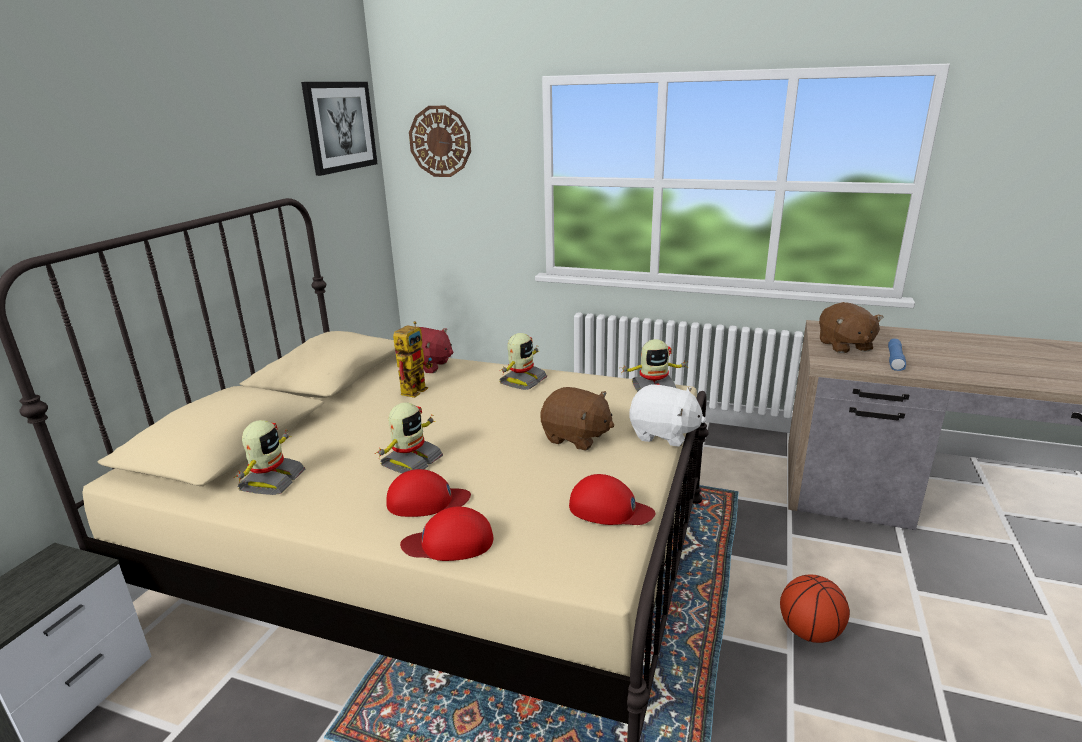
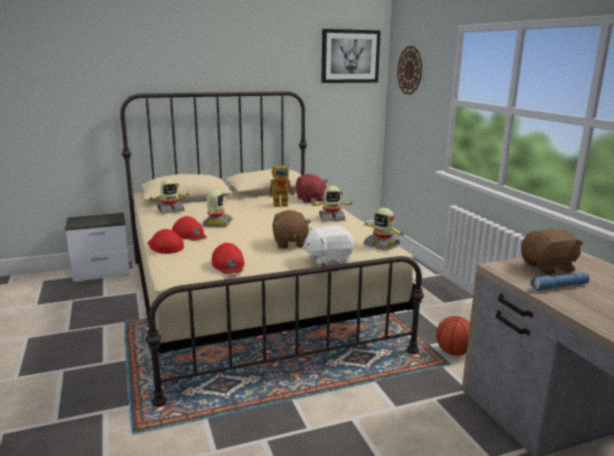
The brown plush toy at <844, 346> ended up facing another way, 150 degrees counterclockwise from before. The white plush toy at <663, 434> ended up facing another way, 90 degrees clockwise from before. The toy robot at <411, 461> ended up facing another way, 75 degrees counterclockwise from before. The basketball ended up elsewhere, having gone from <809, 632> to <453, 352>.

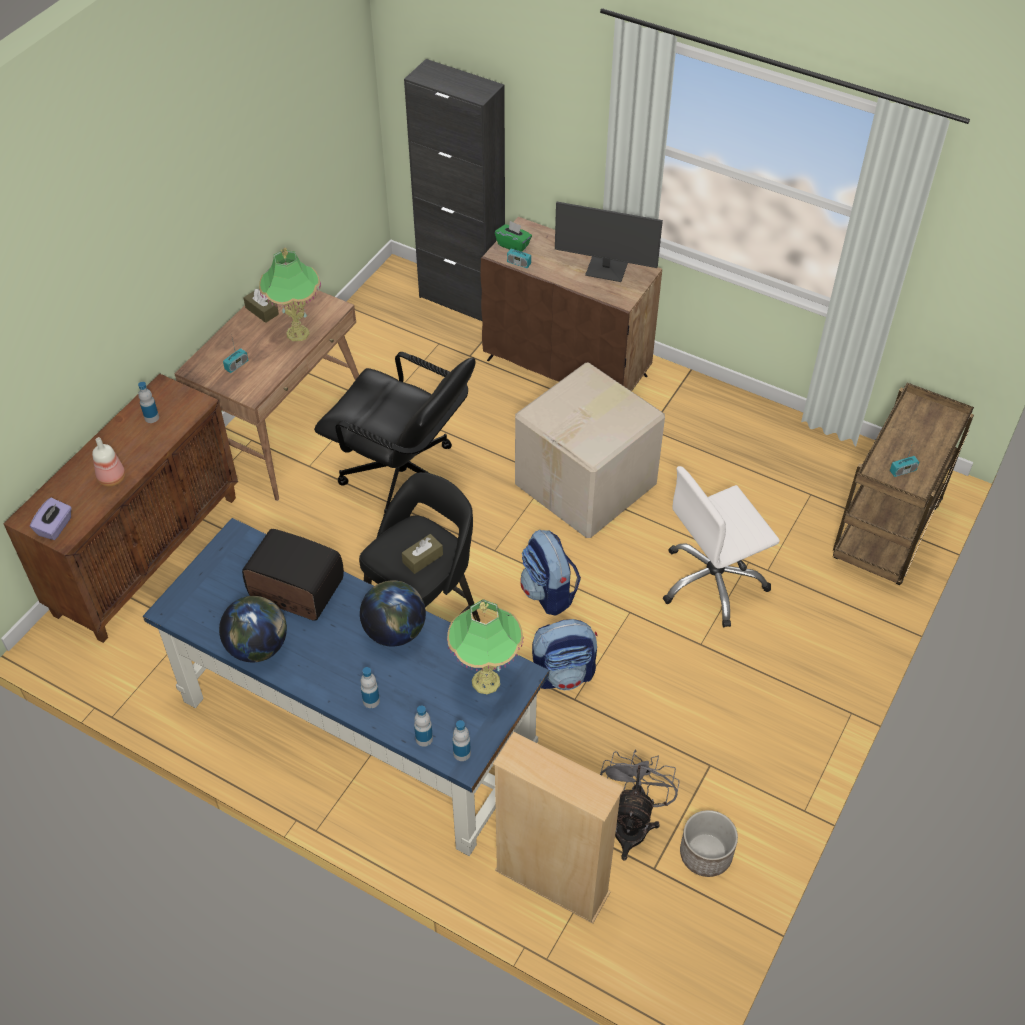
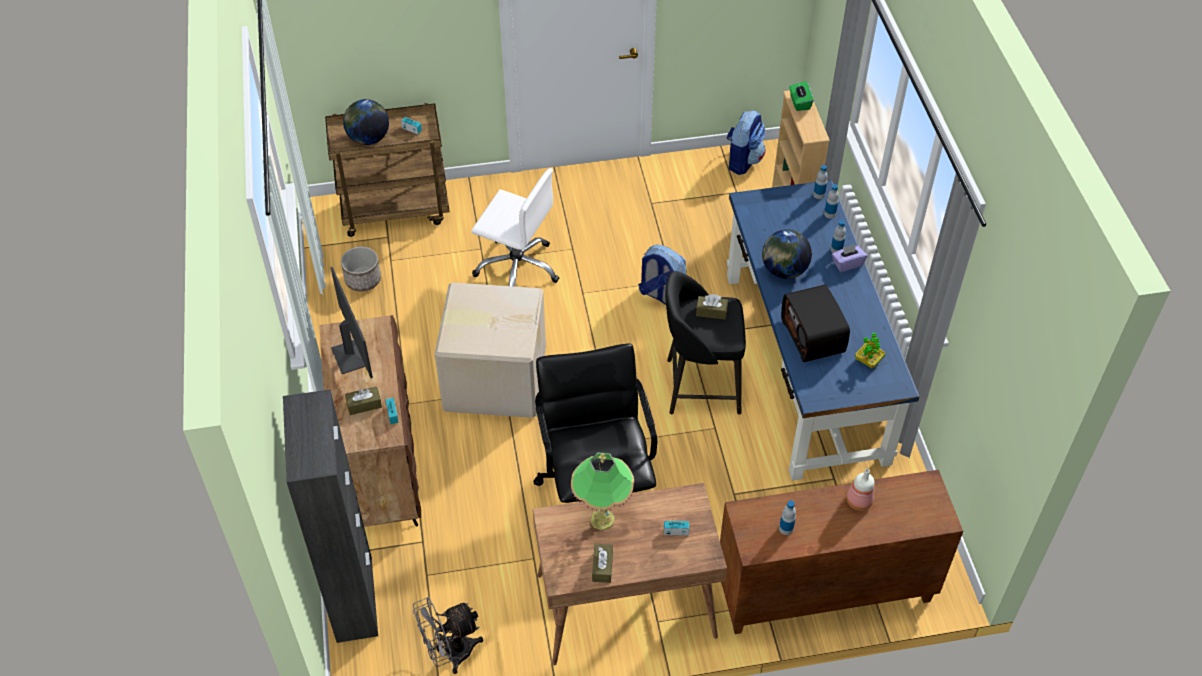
The green-coloured tissue box ended up elsewhere, having gone from <513, 245> to <799, 103>. The purple-coloured tissue box ended up elsewhere, having gone from <55, 527> to <847, 264>. The rucksack ended up elsewhere, having gone from <548, 593> to <743, 160>. The world globe ended up elsewhere, having gone from <258, 647> to <368, 138>. The second view lost the lamp for a table at <486, 681>. The greyish fan ended up elsewhere, having gone from <632, 823> to <450, 653>. The planter ended up elsewhere, having gone from <706, 854> to <363, 279>. The second view gained the houseplant at <868, 360>. The second view gained the brown tissue box at <364, 405>.

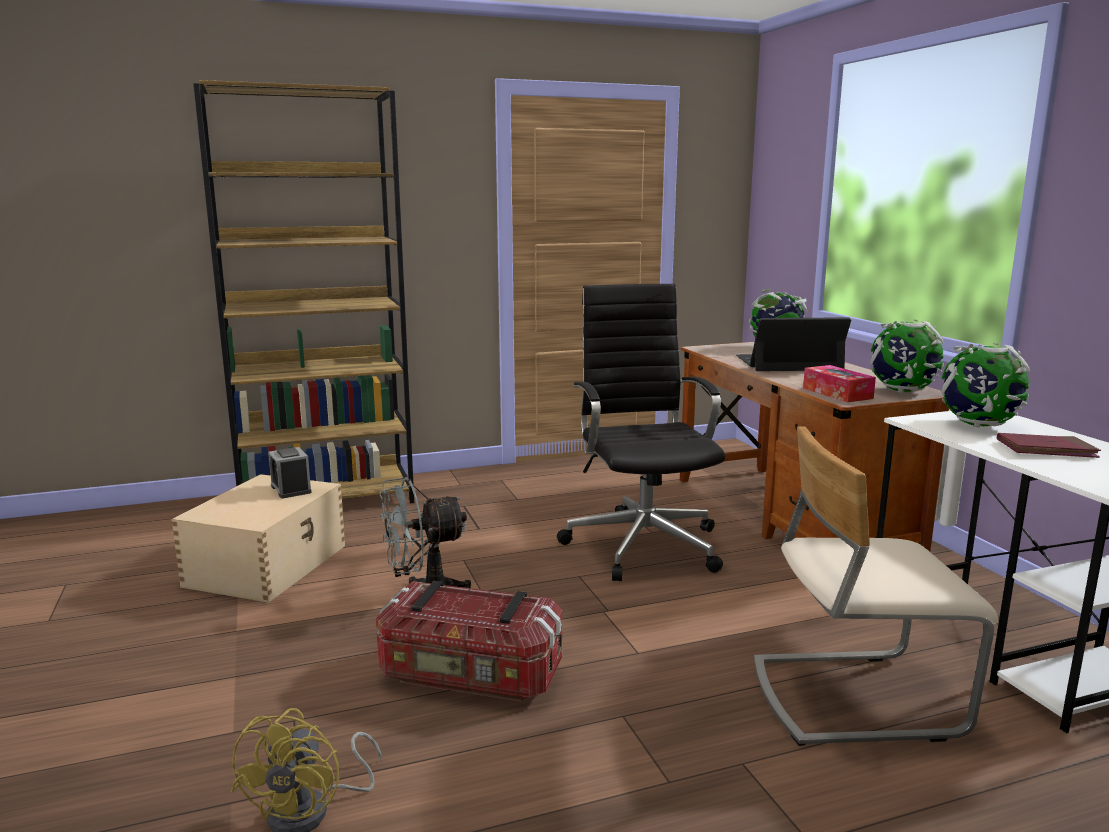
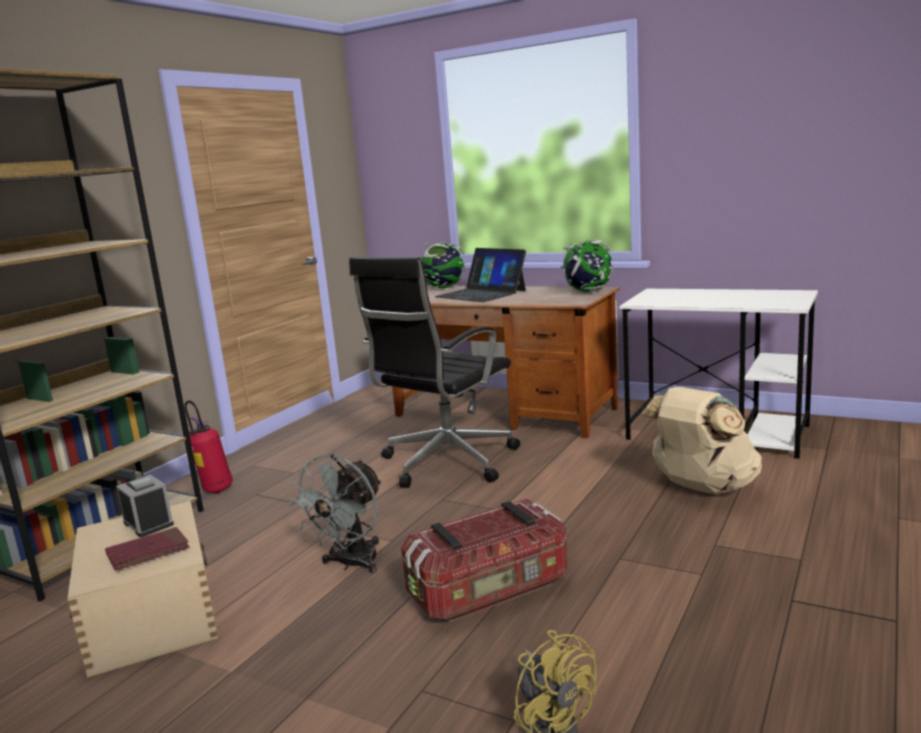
The black desk chair at <643, 543> ended up facing another way, 90 degrees counterclockwise from before. The notebook computer at <788, 363> ended up facing another way, 90 degrees counterclockwise from before. The second view lost the world globe at <977, 425>. The second view lost the tissue box at <837, 393>. Where the sand-coloured upright chair stood at <853, 697>, the sand-coloured rucksack came to stand at <702, 487>. The red bound book ended up elsewhere, having gone from <1046, 450> to <148, 552>. The bedside clock at <291, 489> ended up facing another way, 150 degrees counterclockwise from before. The second view gained the fire-fighting cylinder at <215, 490>.

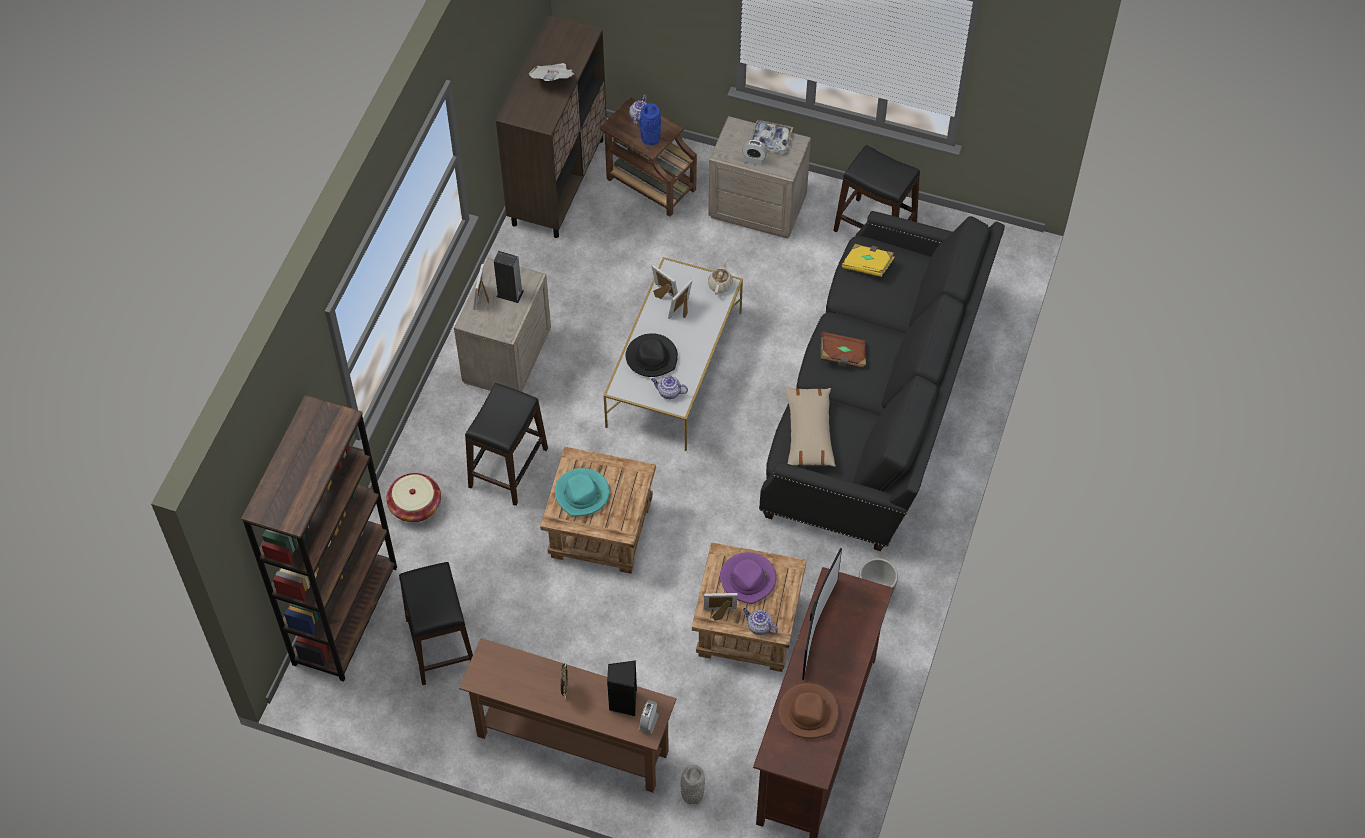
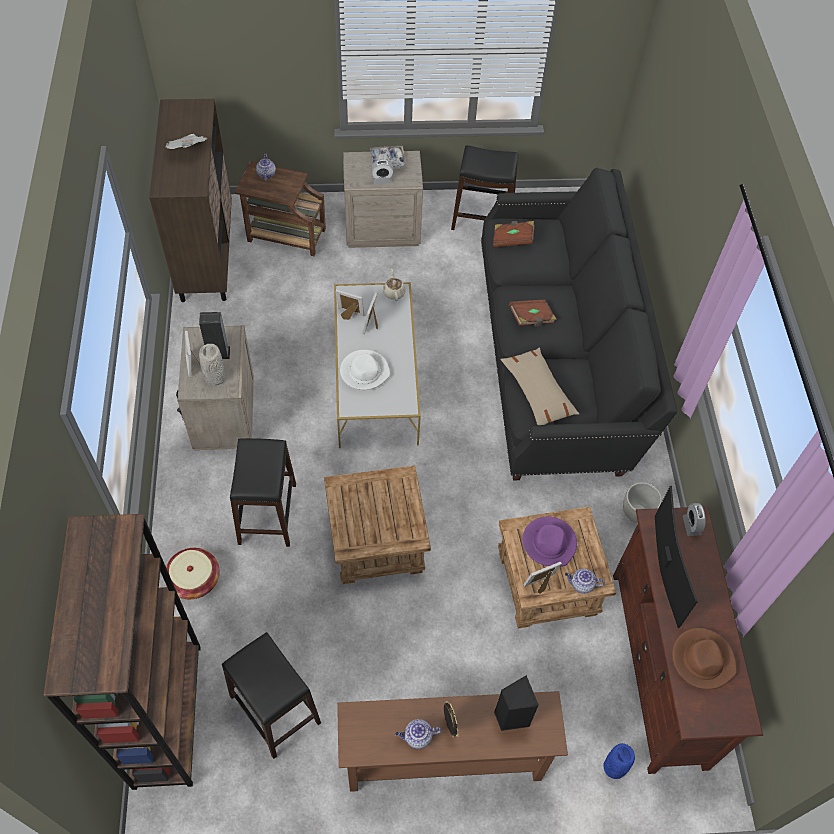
The bluish vase ended up elsewhere, having gone from <650, 138> to <614, 768>. What was the yellow-coloured bound book at <867, 266> turned into the brown bound book at <512, 239>. What was the black clothing hat at <652, 357> turned into the white clothing hat at <364, 371>. The teapot ended up elsewhere, having gone from <668, 392> to <417, 737>. The second view lost the turquoise-coloured clothing hat at <582, 494>. The bedside clock ended up elsewhere, having gone from <648, 722> to <691, 525>. The greyish vase ended up elsewhere, having gone from <692, 795> to <214, 378>.

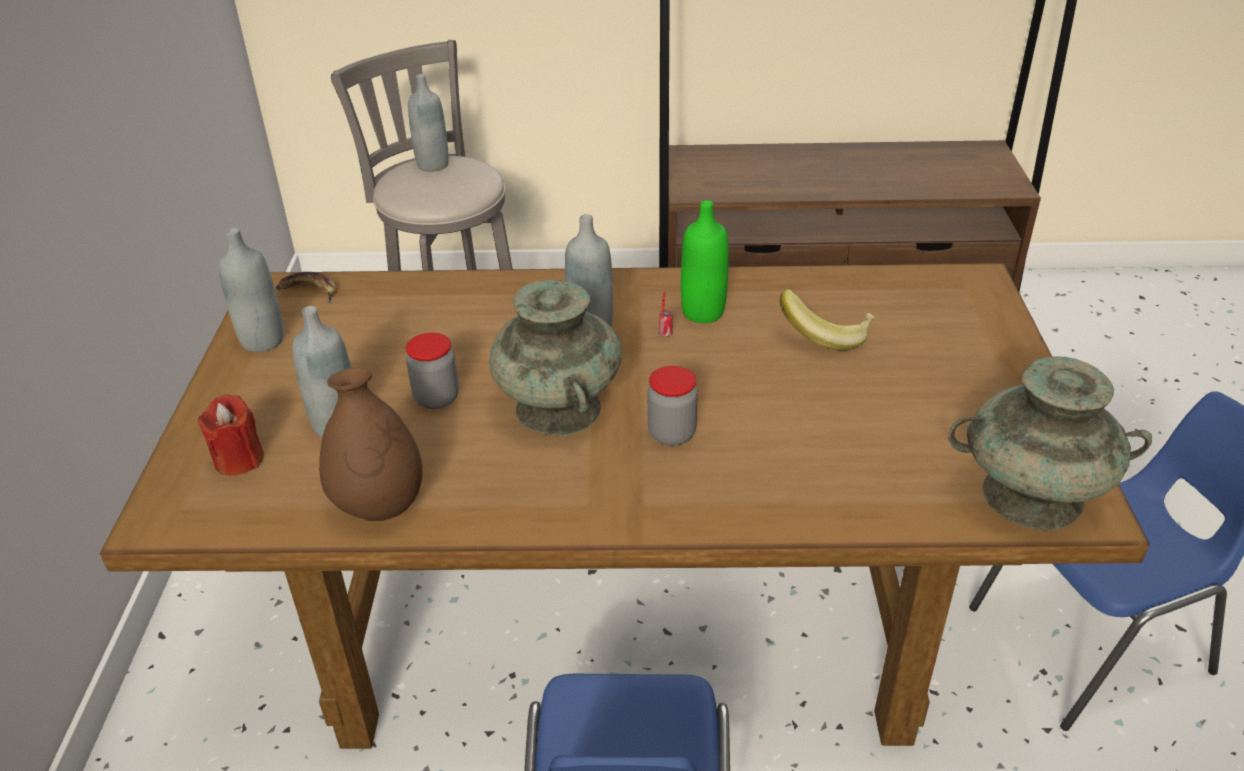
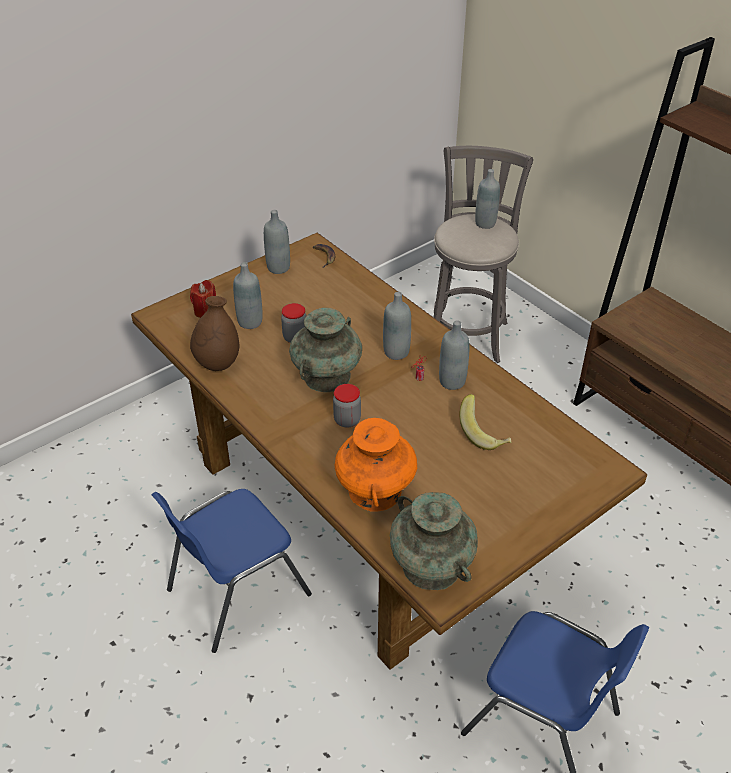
What was the green-coloured drink bottle at <703, 312> turned into the greyish drink bottle at <452, 381>. The second view gained the orange vase at <375, 490>.

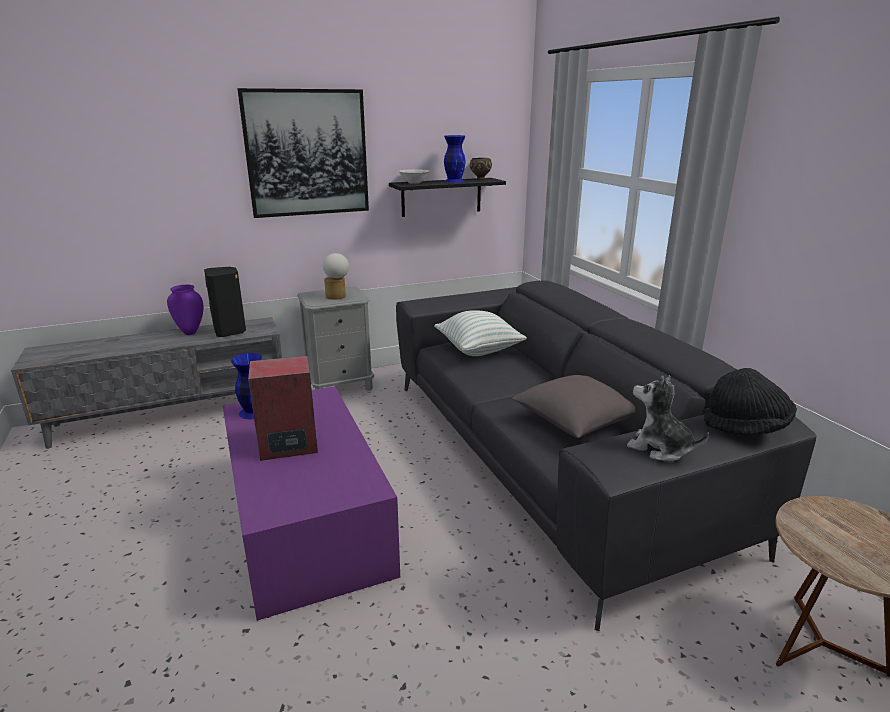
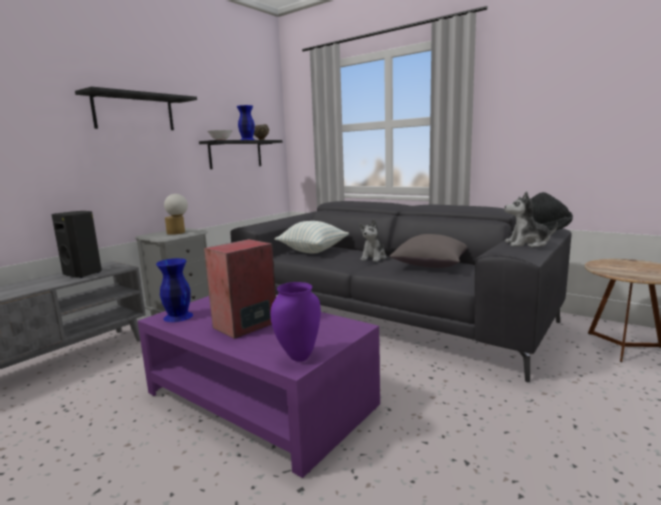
Where the wall picture hung at <307, 153>, the black bracket shelf came to hang at <134, 112>. The purple-coloured vase ended up elsewhere, having gone from <190, 333> to <299, 357>. The second view gained the plush toy at <373, 258>.

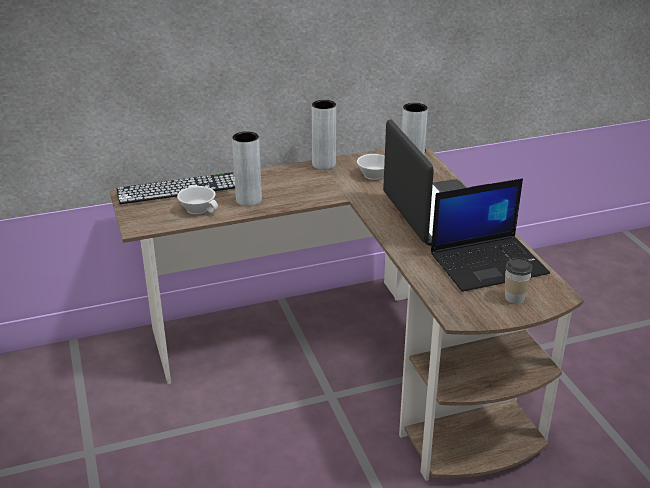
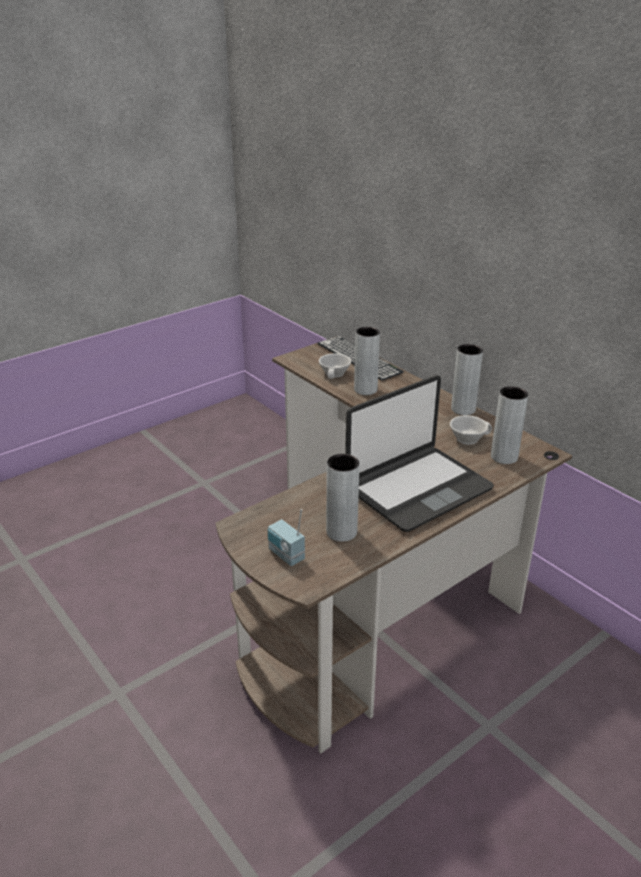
Where the notebook computer stood at <489, 263>, the greyish vase came to stand at <341, 532>. Where the cup stood at <514, 298>, the radio came to stand at <285, 555>.

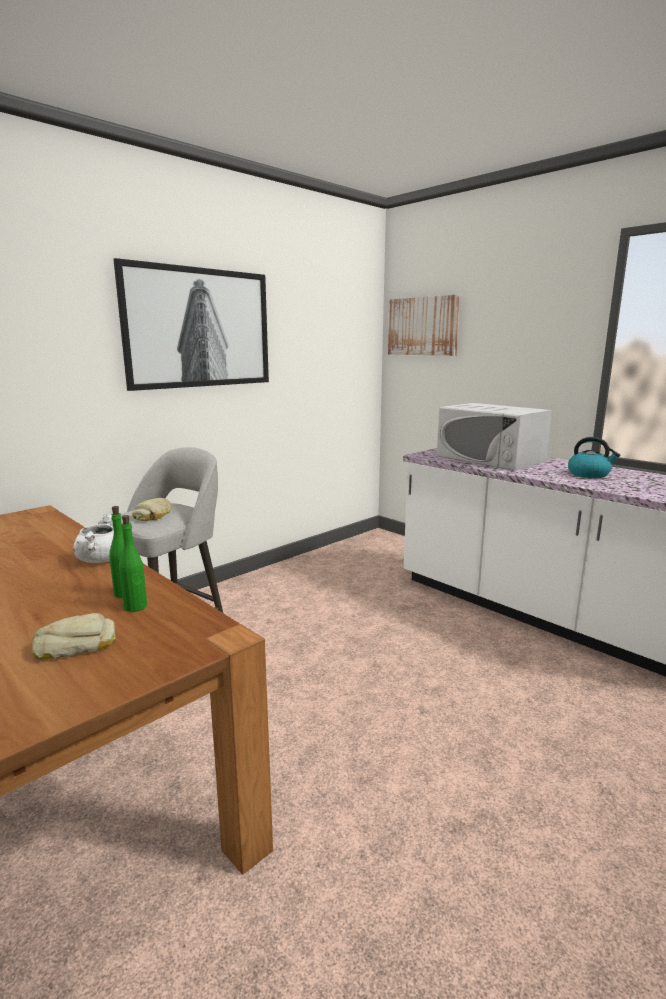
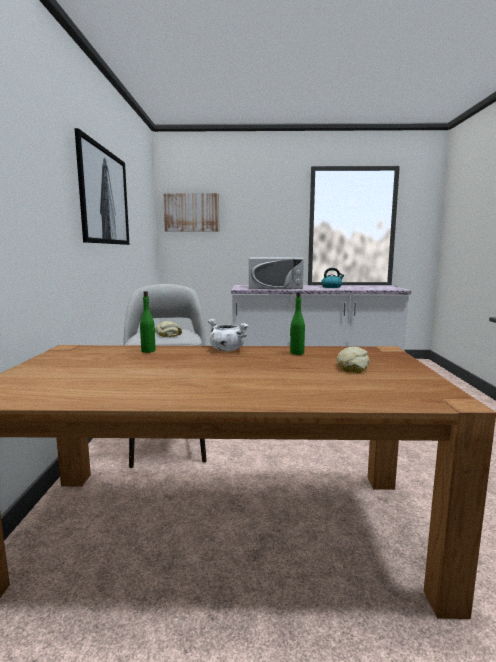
The green-coloured drink bottle ended up elsewhere, having gone from <135, 607> to <148, 351>.

